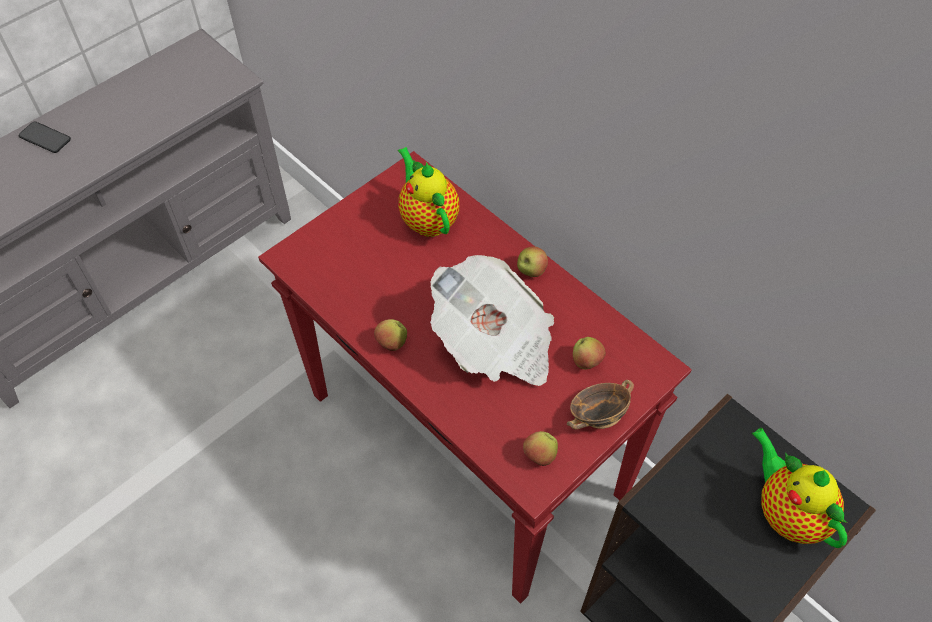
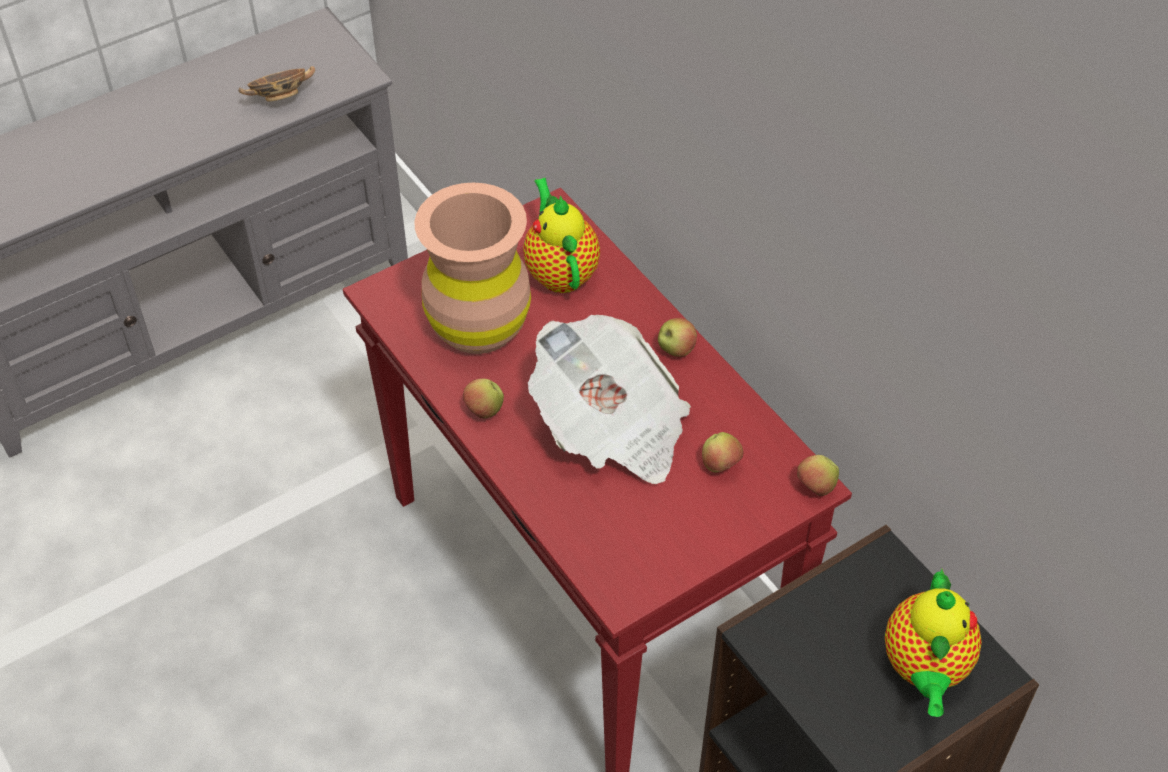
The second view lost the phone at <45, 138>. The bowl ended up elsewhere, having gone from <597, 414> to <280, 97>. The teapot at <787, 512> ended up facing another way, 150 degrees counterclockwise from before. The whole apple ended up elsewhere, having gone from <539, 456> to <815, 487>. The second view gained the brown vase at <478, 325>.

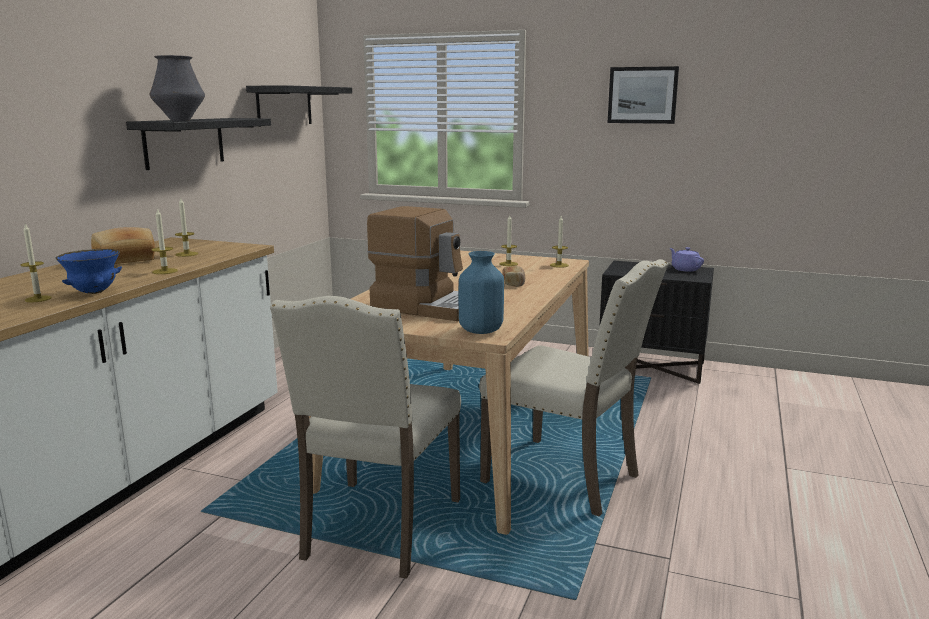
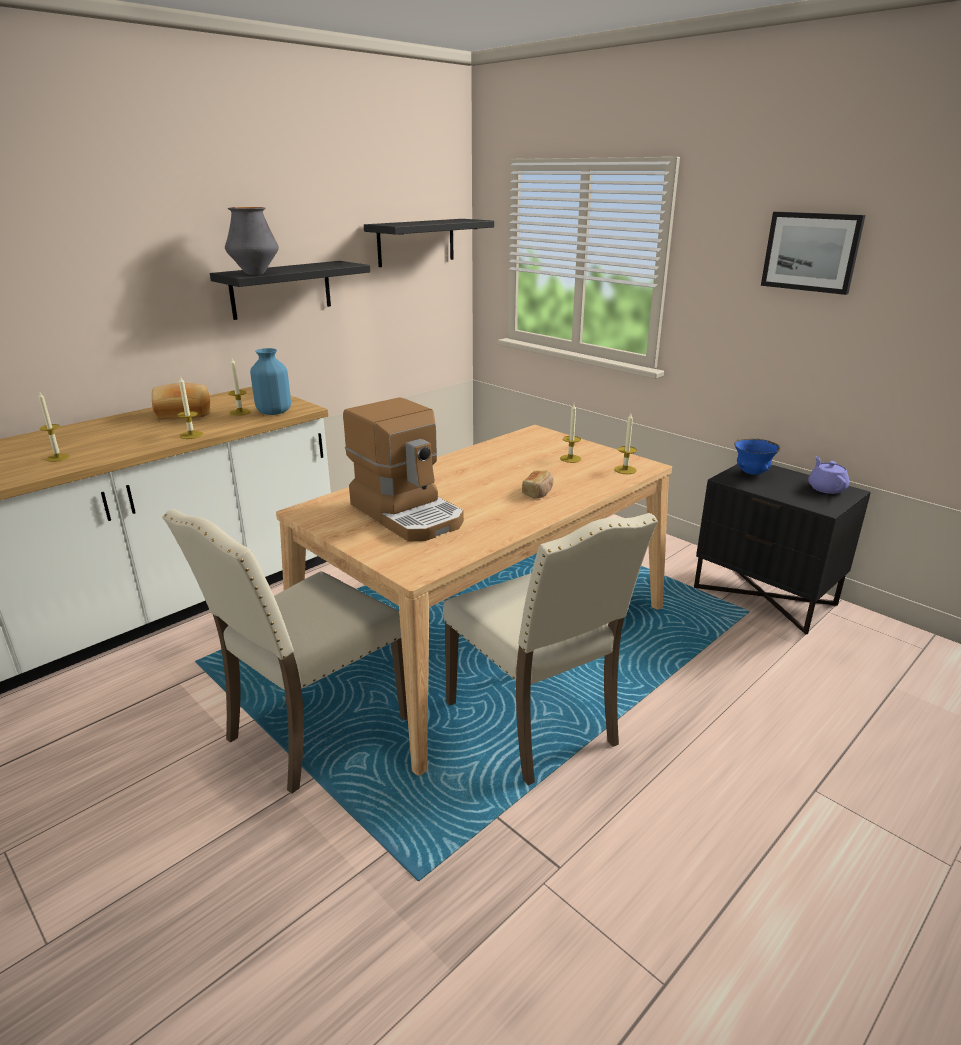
The bluish bowl ended up elsewhere, having gone from <94, 292> to <752, 473>. The bluish vase ended up elsewhere, having gone from <480, 330> to <273, 412>.

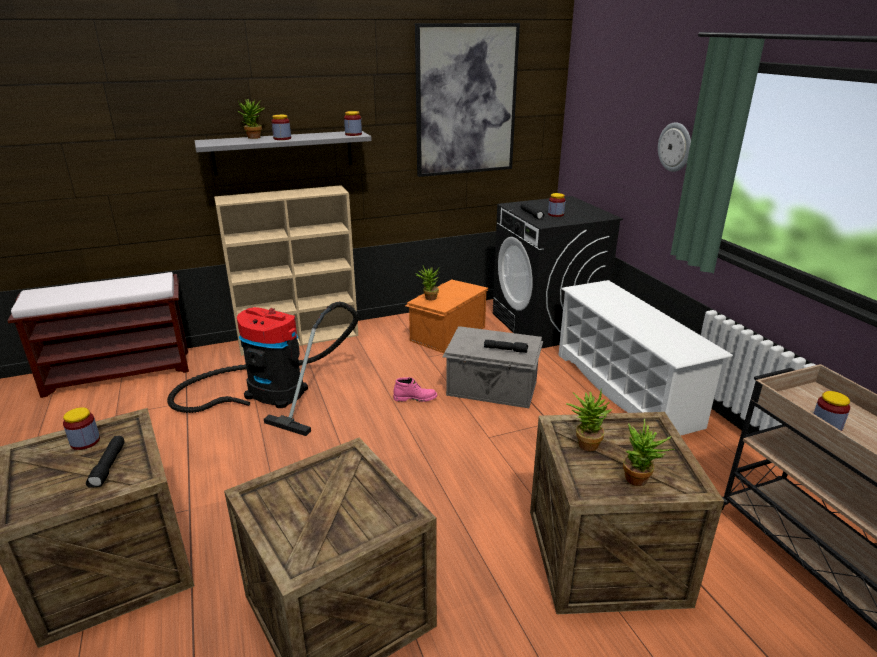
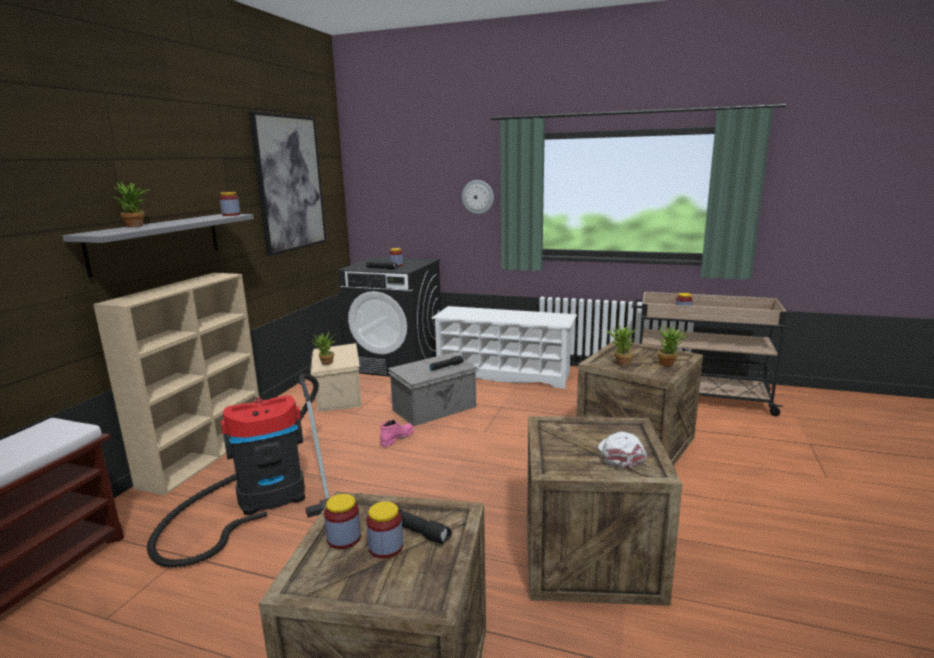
The storage jar ended up elsewhere, having gone from <282, 138> to <386, 547>. What was the orange storage bin at <447, 333> turned into the sand-coloured storage bin at <338, 396>. The second view gained the white peaked cap at <620, 455>.

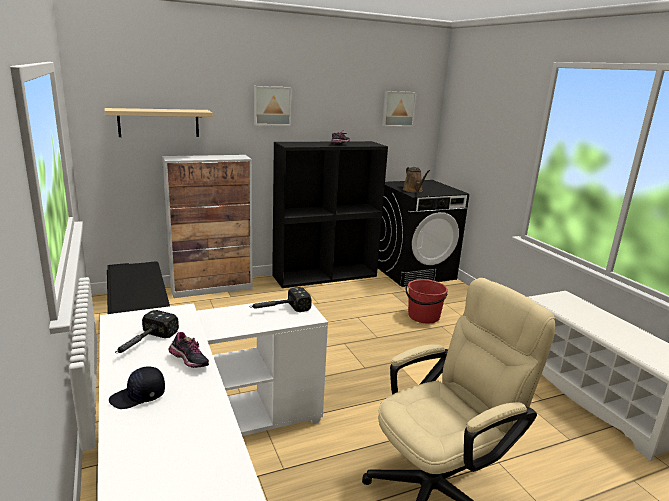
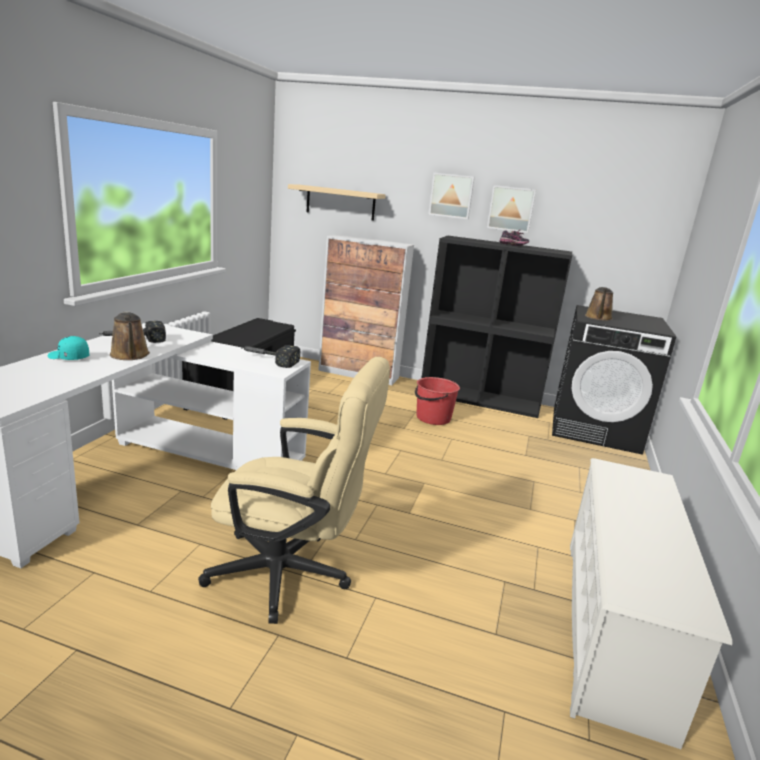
The wall picture ended up elsewhere, having gone from <398, 108> to <511, 209>. The red water bucket ended up elsewhere, having gone from <423, 316> to <432, 418>. Where the shoe stood at <189, 362>, the brown sprinkling can came to stand at <130, 355>. What was the black peaked cap at <138, 397> turned into the turquoise-coloured peaked cap at <68, 357>.

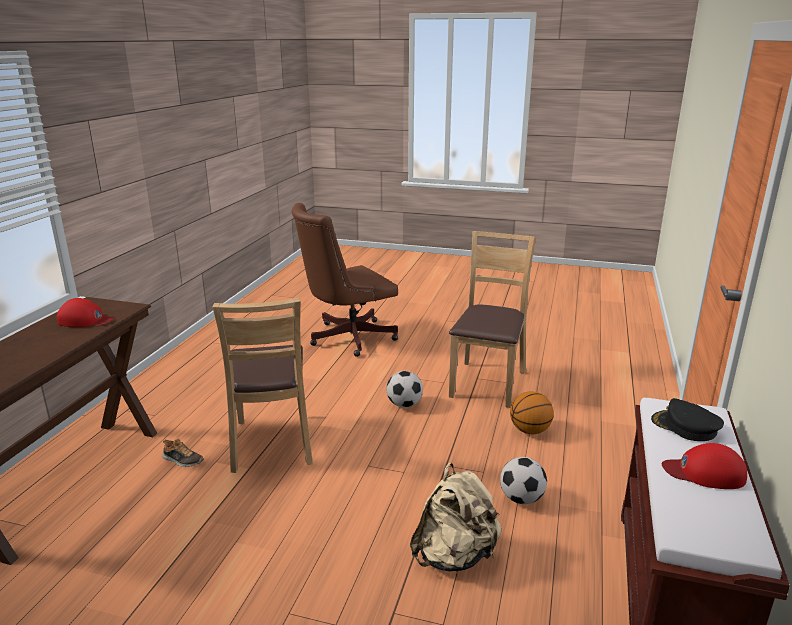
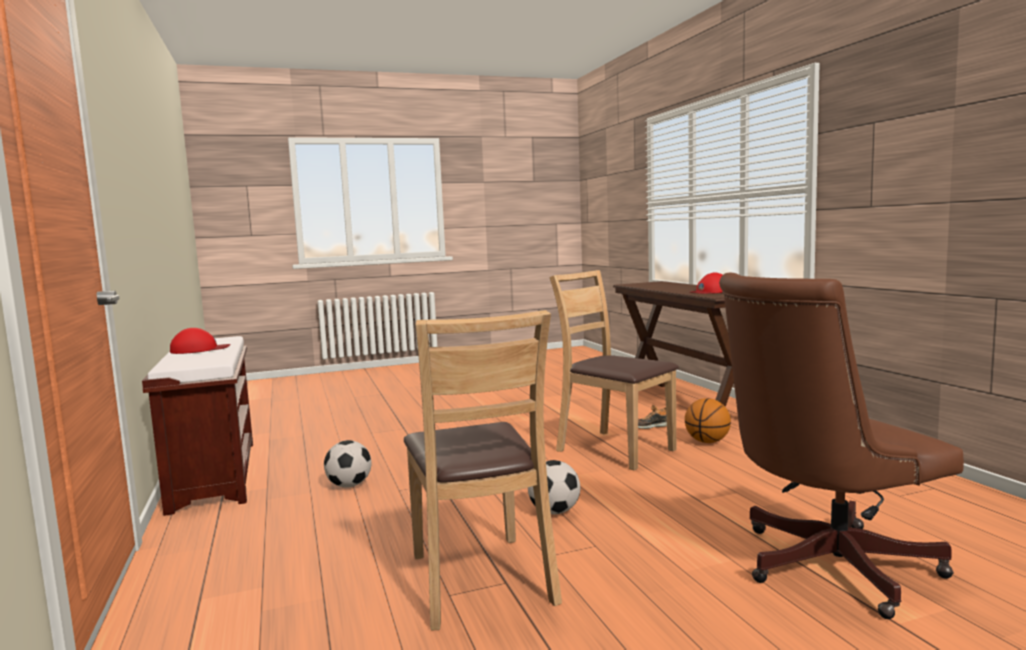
The brown desk chair at <346, 338> ended up facing another way, 135 degrees counterclockwise from before. The basketball ended up elsewhere, having gone from <529, 430> to <707, 442>. The second view lost the black peaked cap at <685, 427>. The second view lost the sand-coloured rucksack at <454, 556>.

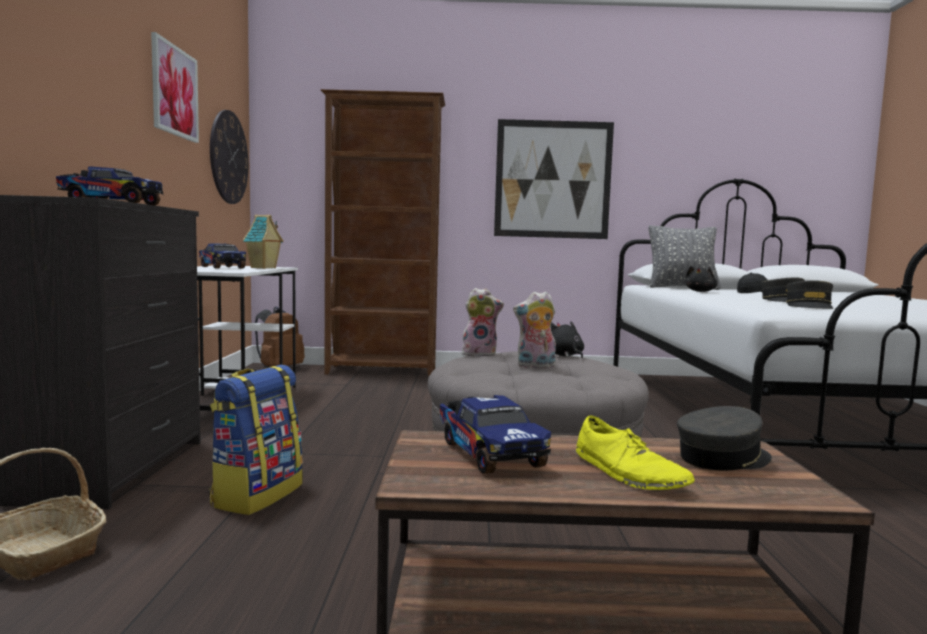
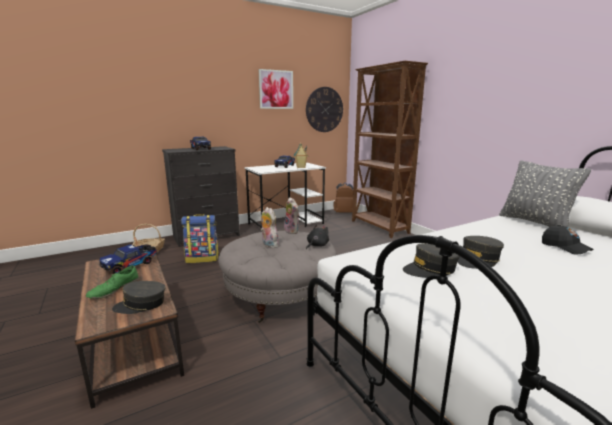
The second view lost the wall picture at <553, 179>. The second view lost the black plush toy at <700, 291>. The greyish peaked cap at <723, 458> ended up facing another way, 135 degrees clockwise from before. What was the yellow-coloured shoe at <629, 473> turned into the green-coloured shoe at <114, 289>.

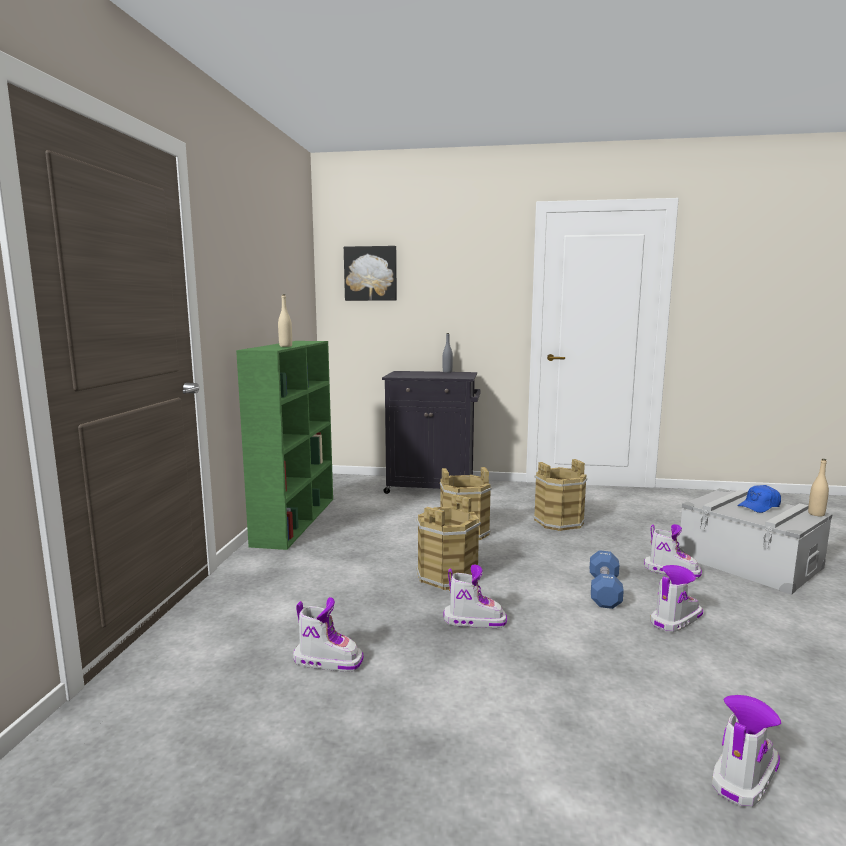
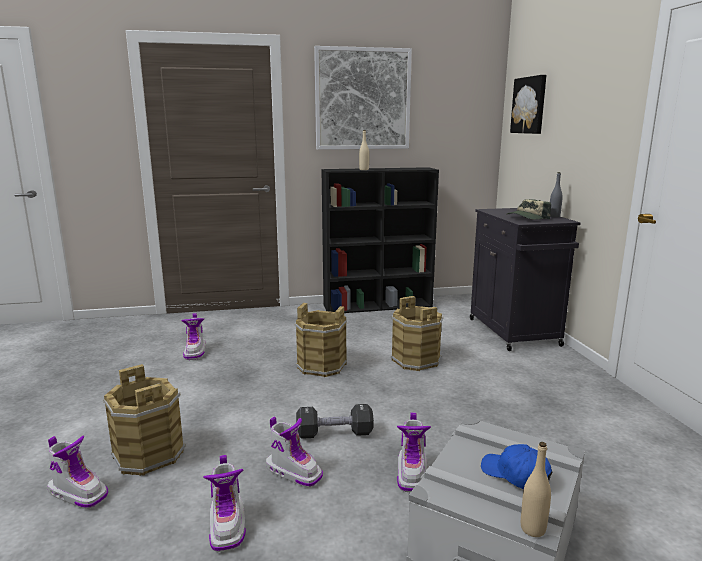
What was the green-coloured shelving unit at <295, 520> turned into the black shelving unit at <378, 305>. The brown water bucket ended up elsewhere, having gone from <558, 521> to <149, 454>. What was the bluish hand weight at <604, 591> turned into the black hand weight at <334, 433>. The high-top boot ended up elsewhere, having gone from <474, 620> to <227, 525>. The second view gained the wall picture at <362, 99>. The second view gained the peaked cap at <527, 218>.

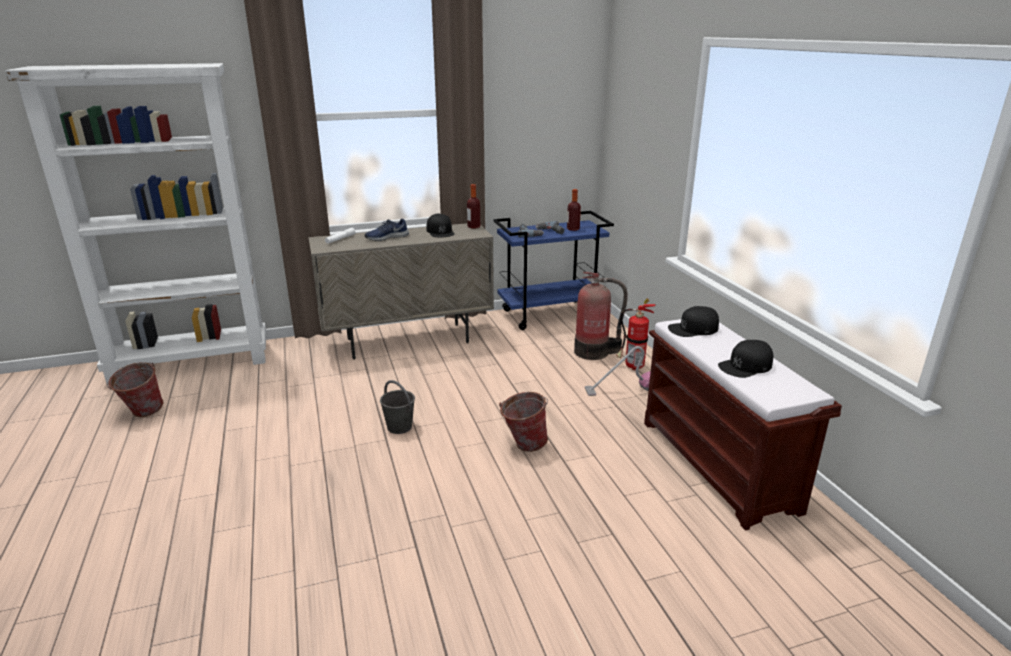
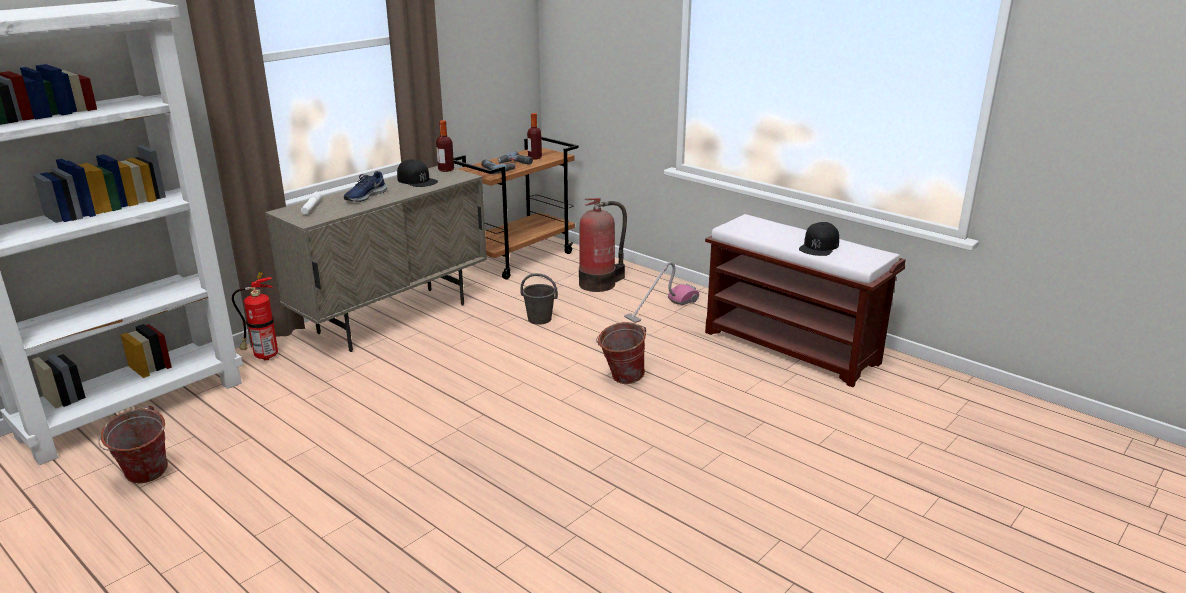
What was the bluish cart at <550, 314> turned into the brown cart at <519, 258>. The fire-fighting cylinder ended up elsewhere, having gone from <632, 367> to <263, 357>. The second view lost the black peaked cap at <693, 329>. The greyish water bucket ended up elsewhere, having gone from <400, 427> to <540, 319>.

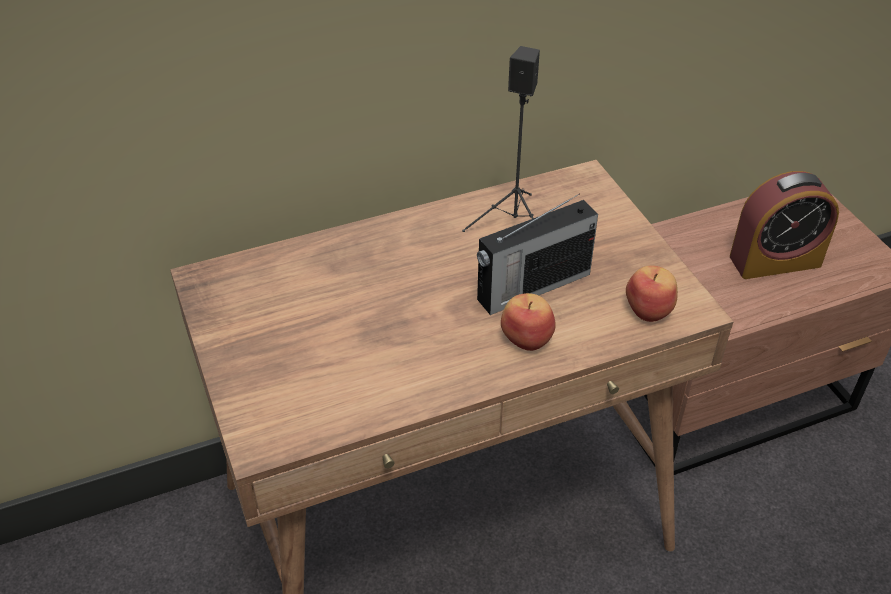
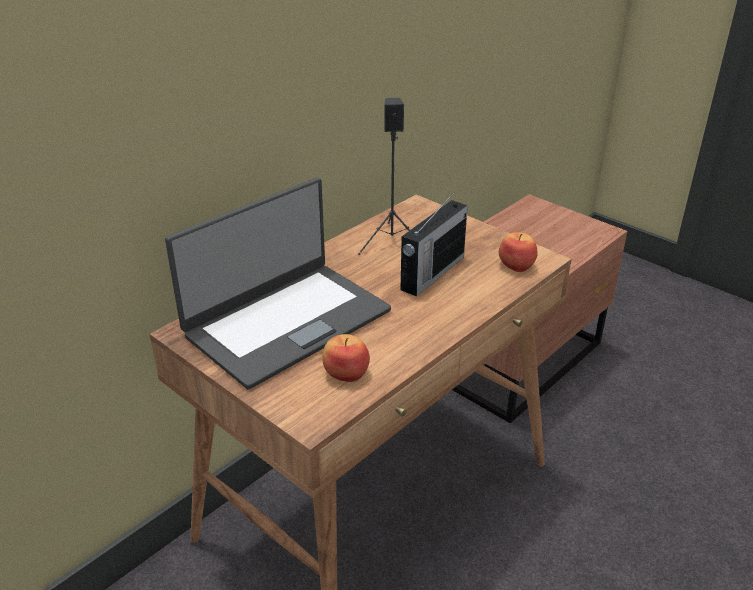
The second view lost the bedside clock at <775, 261>. The whole apple ended up elsewhere, having gone from <527, 337> to <346, 373>. The second view gained the notebook computer at <286, 322>.

